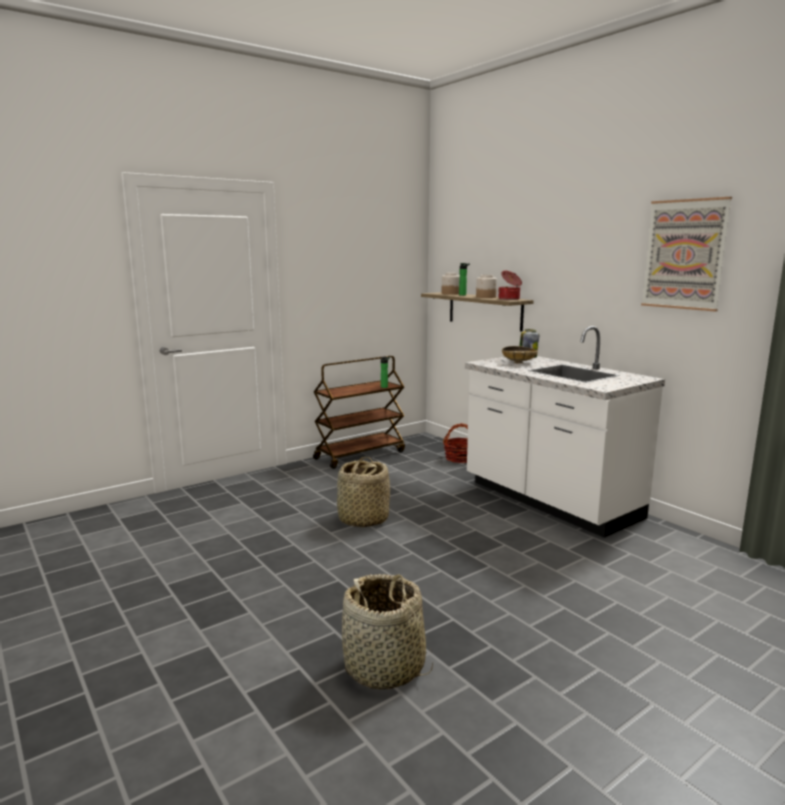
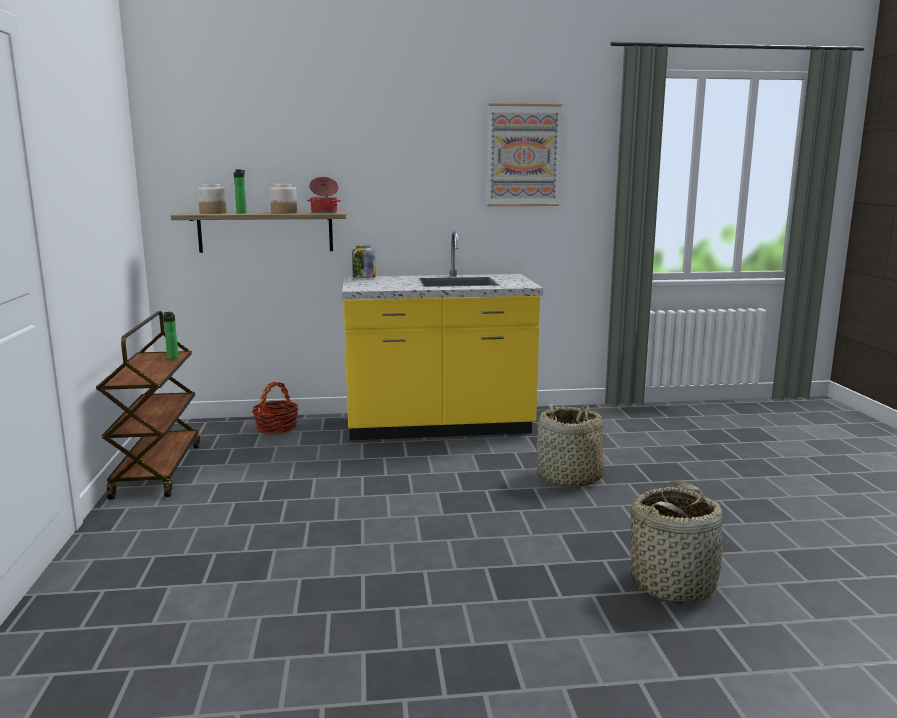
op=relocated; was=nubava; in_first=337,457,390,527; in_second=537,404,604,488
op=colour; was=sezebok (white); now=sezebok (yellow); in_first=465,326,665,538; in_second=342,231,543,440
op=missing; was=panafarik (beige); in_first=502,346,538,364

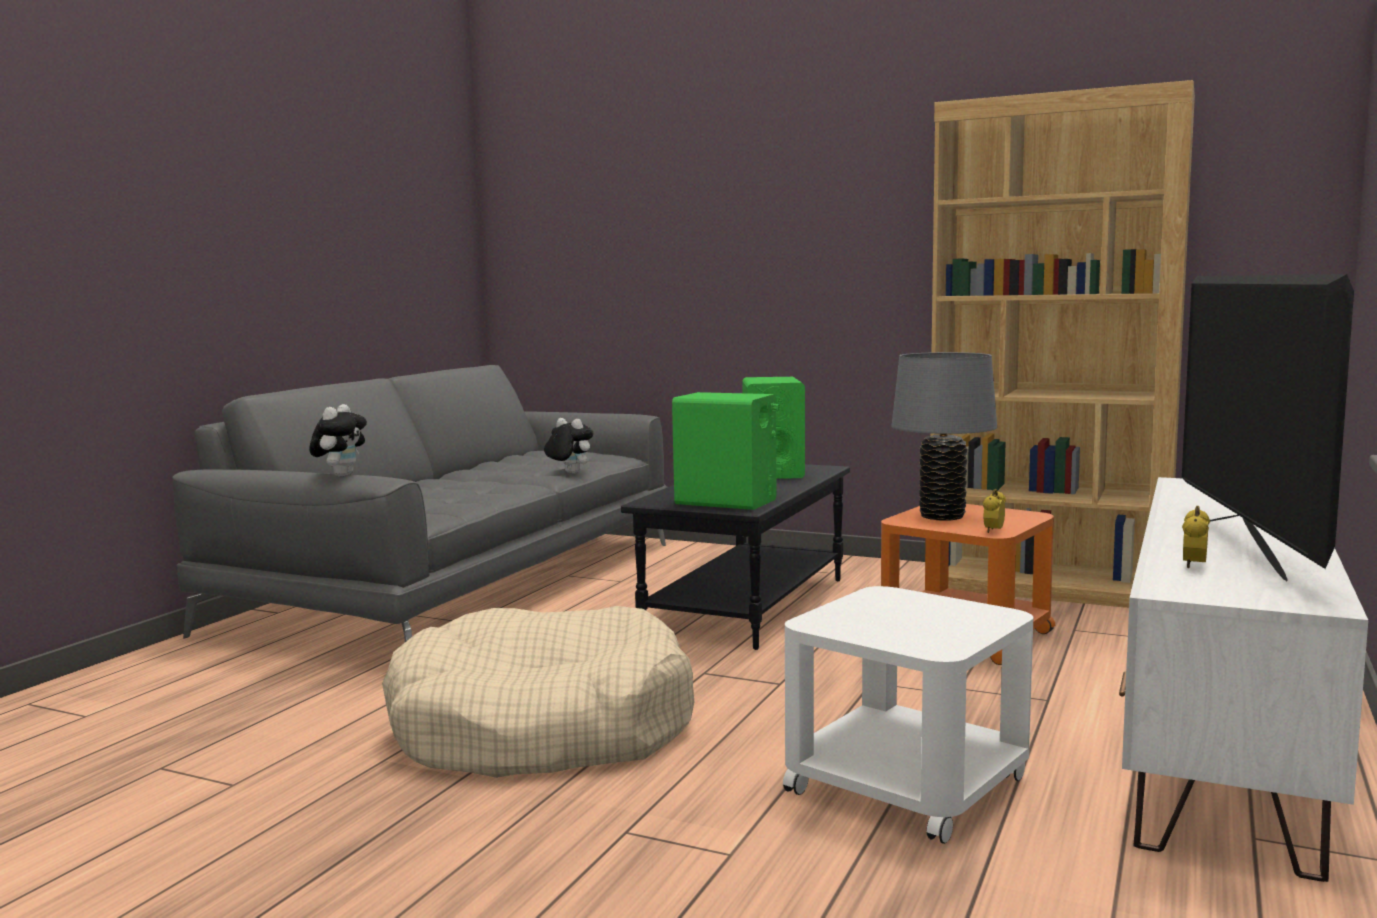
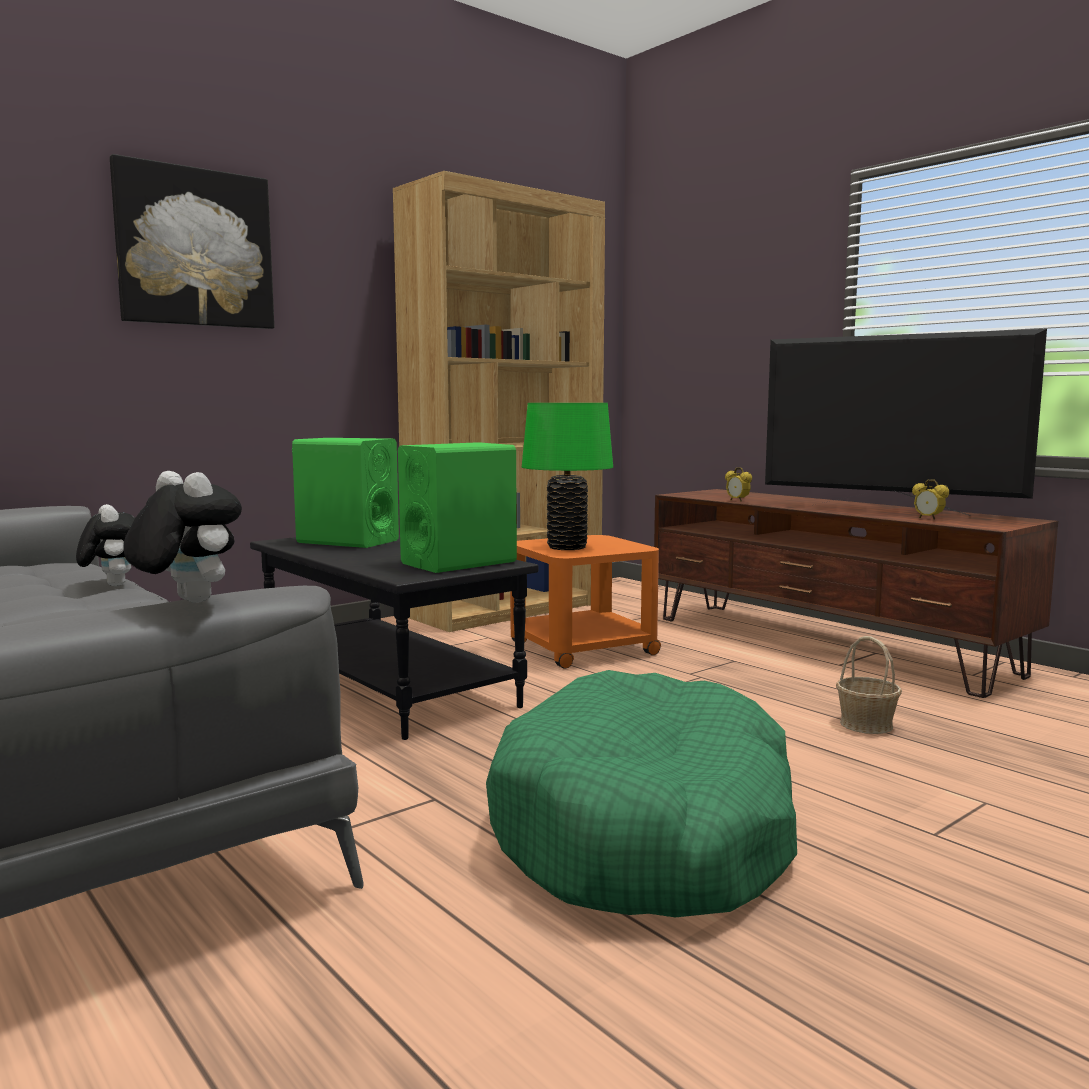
op=colour; was=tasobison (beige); now=tasobison (green); in_first=382,606,694,778; in_second=486,670,797,917
op=spun; was=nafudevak; in_first=544,418,593,474; in_second=76,504,135,586; clockwise=90
op=exchanged; was=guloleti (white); now=nubava; in_first=783,586,1033,844; in_second=836,636,902,734
op=colour; was=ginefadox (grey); now=ginefadox (green); in_first=891,352,997,521; in_second=522,403,613,550
op=relocated; was=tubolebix; in_first=983,489,1006,533; in_second=725,467,752,501
op=colour; was=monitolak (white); now=monitolak (brown); in_first=1119,477,1368,882; in_second=654,489,1058,698
op=appeared; now=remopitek; in_second=110,154,274,329

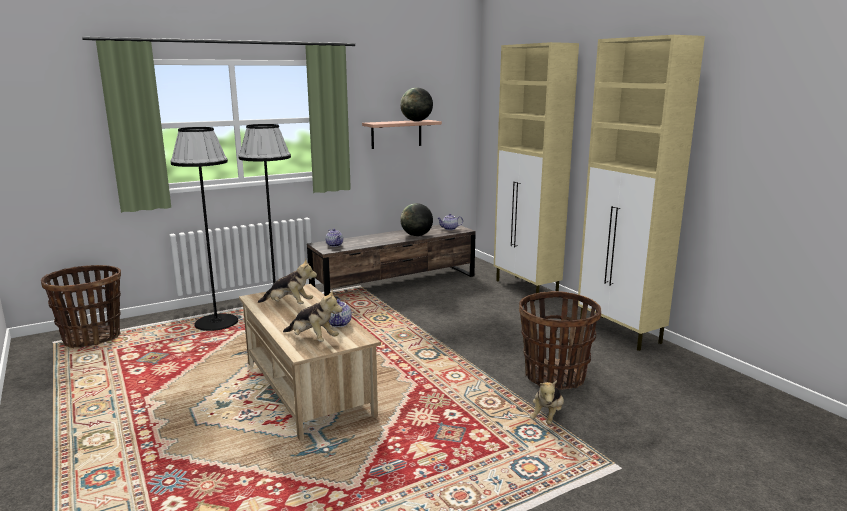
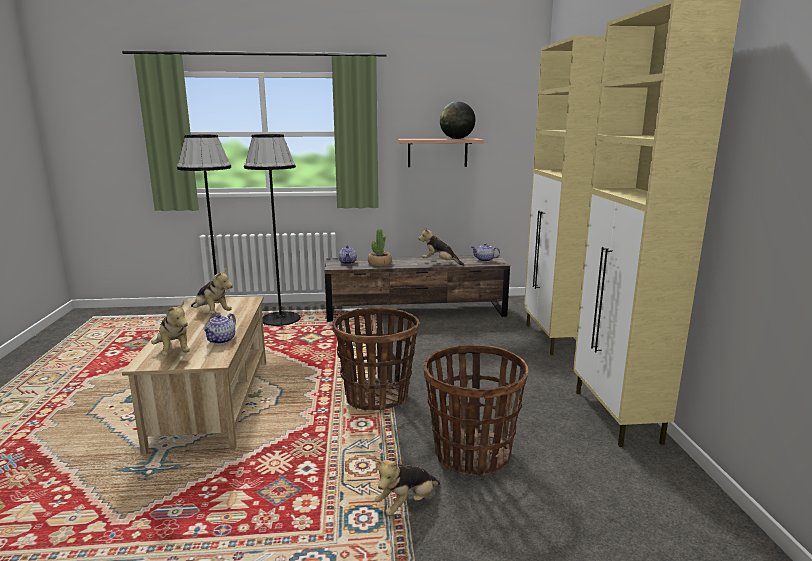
op=relocated; was=nubava; in_first=41,265,121,348; in_second=333,307,419,411
op=exchanged; was=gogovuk; now=nafudevak; in_first=400,203,433,236; in_second=419,227,464,266
op=appeared; now=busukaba; in_second=368,229,392,266

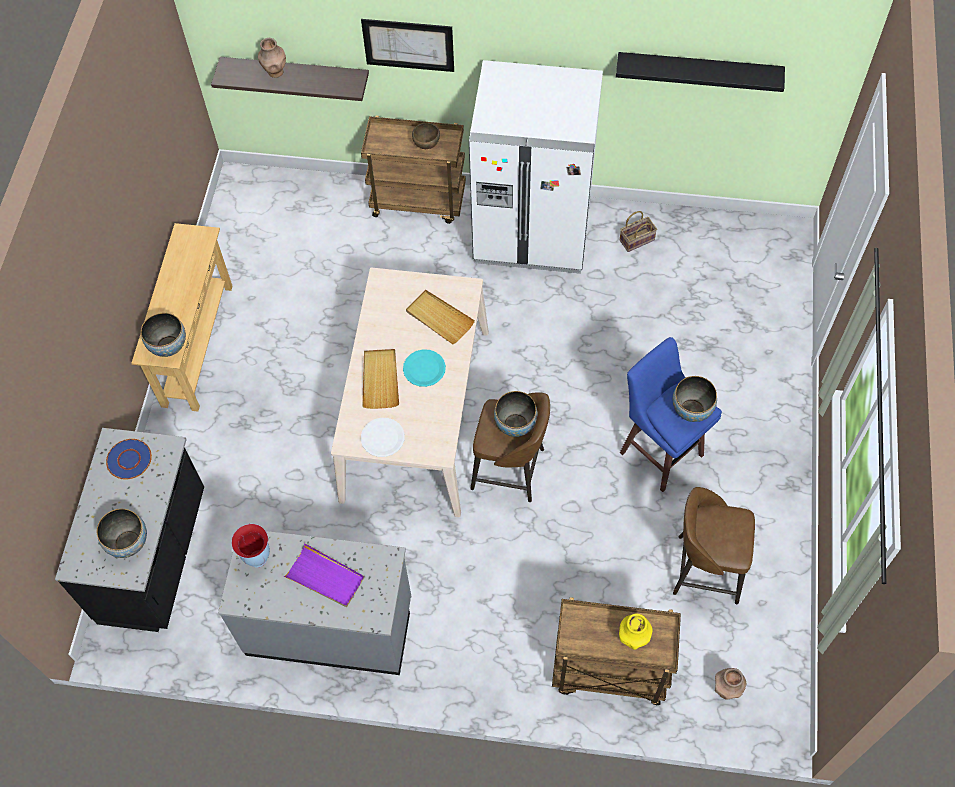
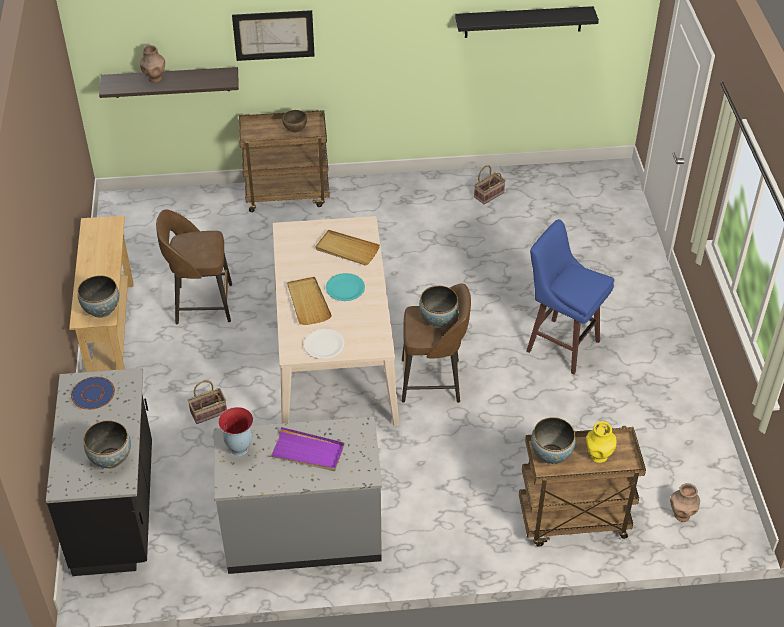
op=missing; was=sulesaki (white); in_first=469,60,603,274
op=relocated; was=panafarik; in_first=672,376,717,422; in_second=531,417,576,464
op=relocated; was=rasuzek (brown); in_first=673,487,755,605; in_second=156,209,232,325
op=appeared; now=nubava; in_second=188,381,227,424

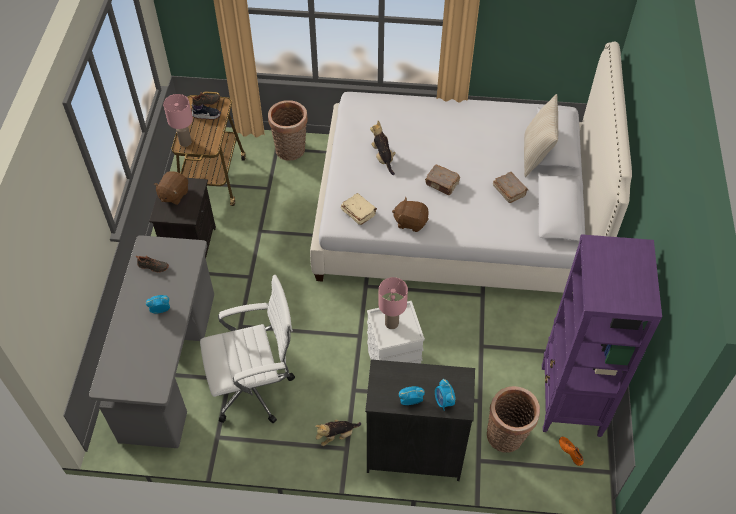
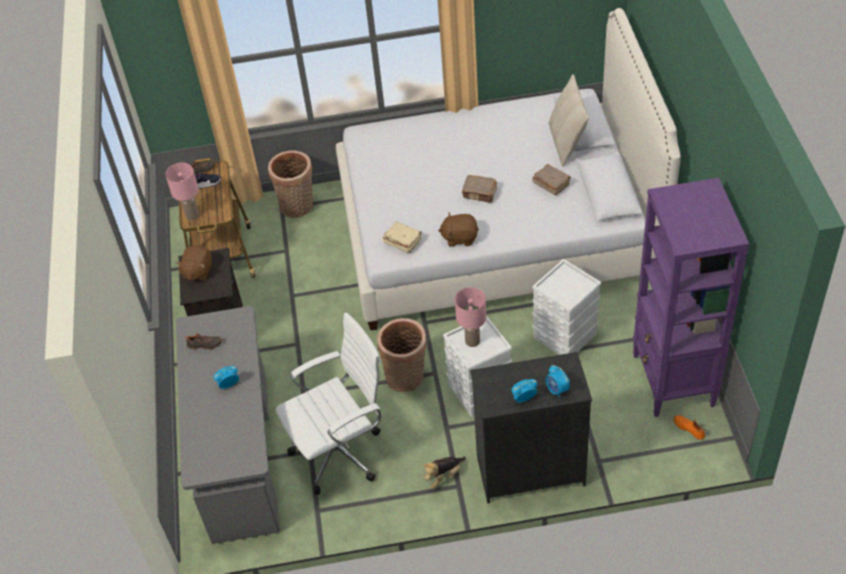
op=missing; was=nafudevak; in_first=370,121,396,175
op=relocated; was=nubava; in_first=487,386,540,453; in_second=377,318,427,393
op=appeared; now=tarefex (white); in_second=532,259,601,355

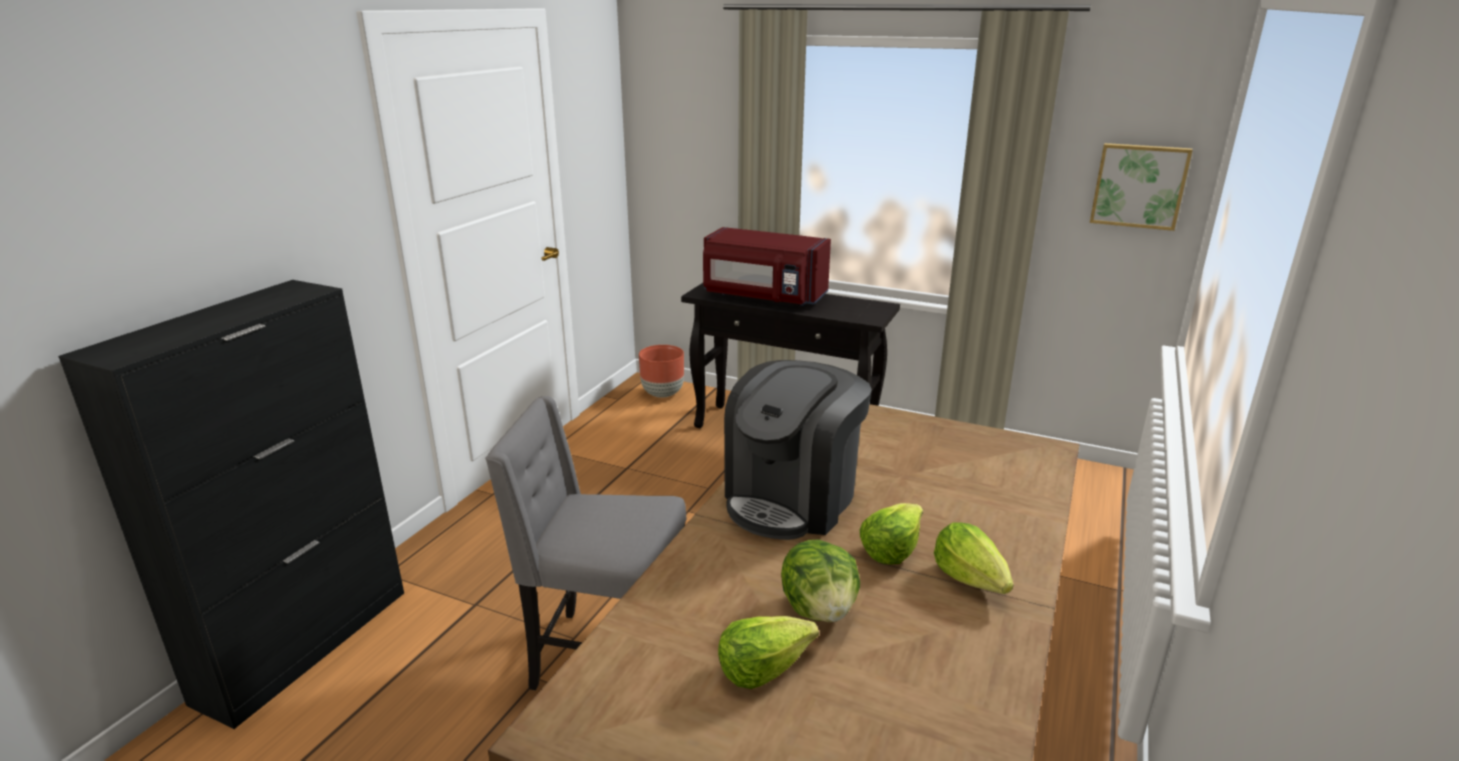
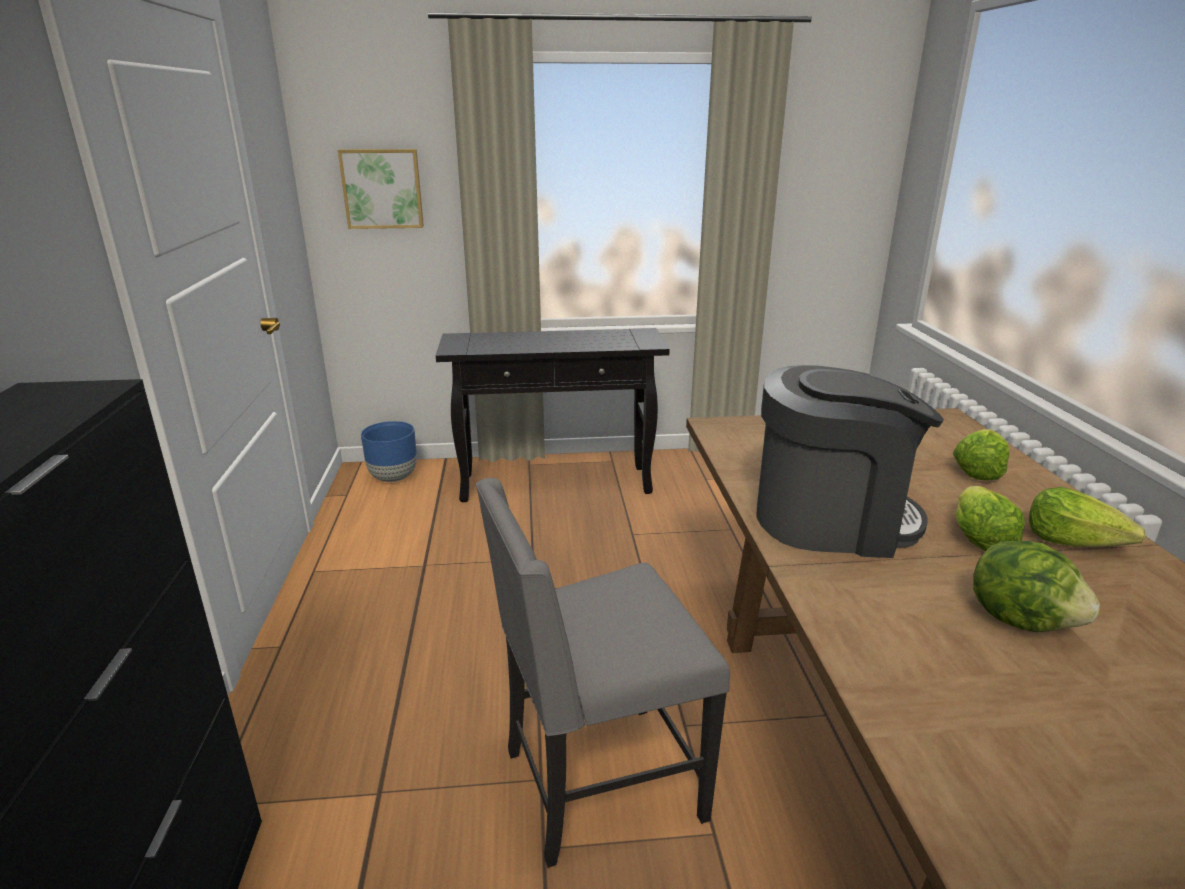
op=colour; was=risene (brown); now=risene (blue); in_first=639,345,684,398; in_second=361,421,417,482
op=missing; was=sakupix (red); in_first=703,227,831,306
op=relocated; was=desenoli; in_first=718,616,819,689; in_second=953,429,1009,480
op=spun; was=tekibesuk; in_first=724,360,872,540; in_second=757,365,944,558; clockwise=-90
op=relocated; was=remopitek; in_first=1090,143,1193,231; in_second=338,149,424,229

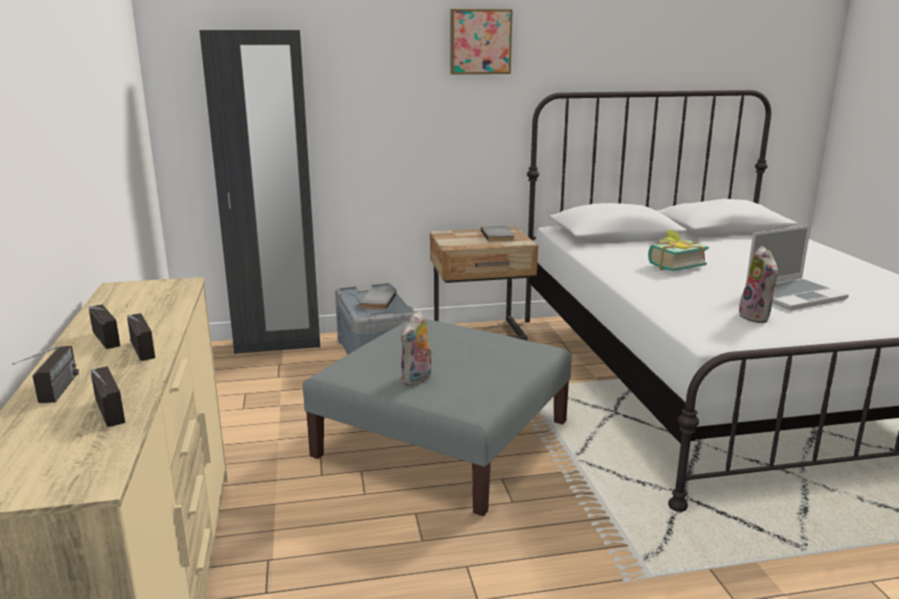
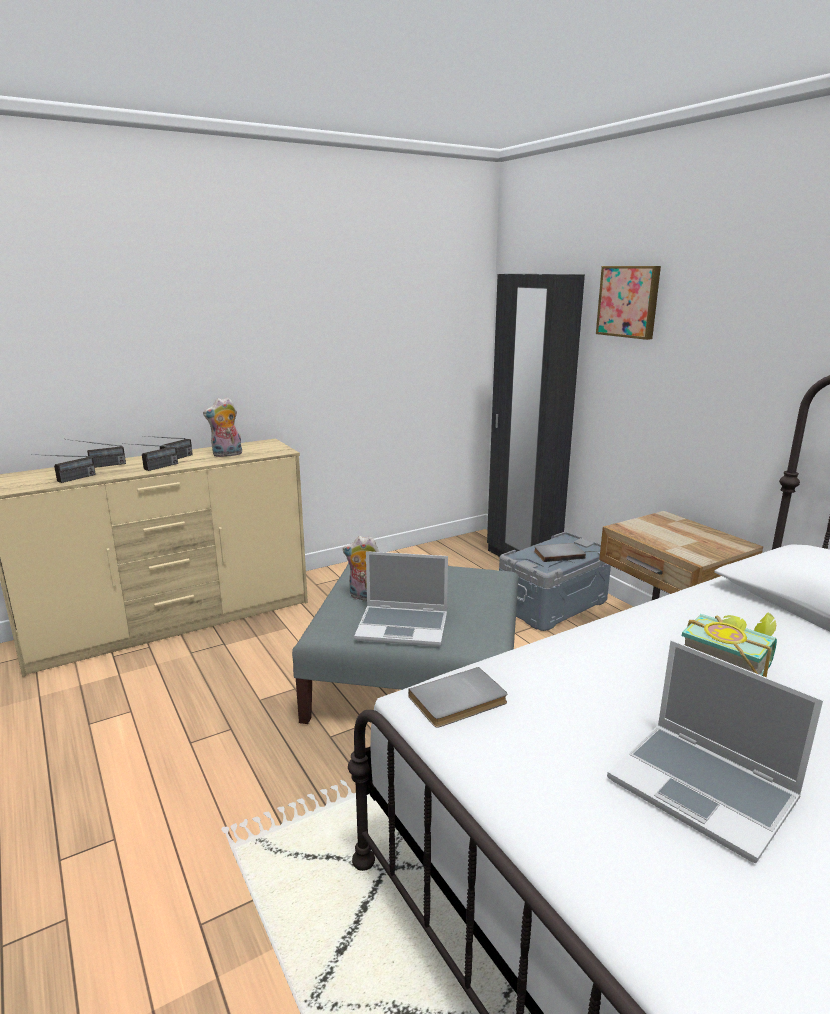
op=relocated; was=remopitek; in_first=451,9,513,74; in_second=596,266,661,340
op=relocated; was=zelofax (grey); in_first=481,226,515,242; in_second=408,667,507,728
op=relocated; was=nafudevak; in_first=739,246,778,323; in_second=203,397,242,457
op=appeared; now=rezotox; in_second=354,551,448,647

